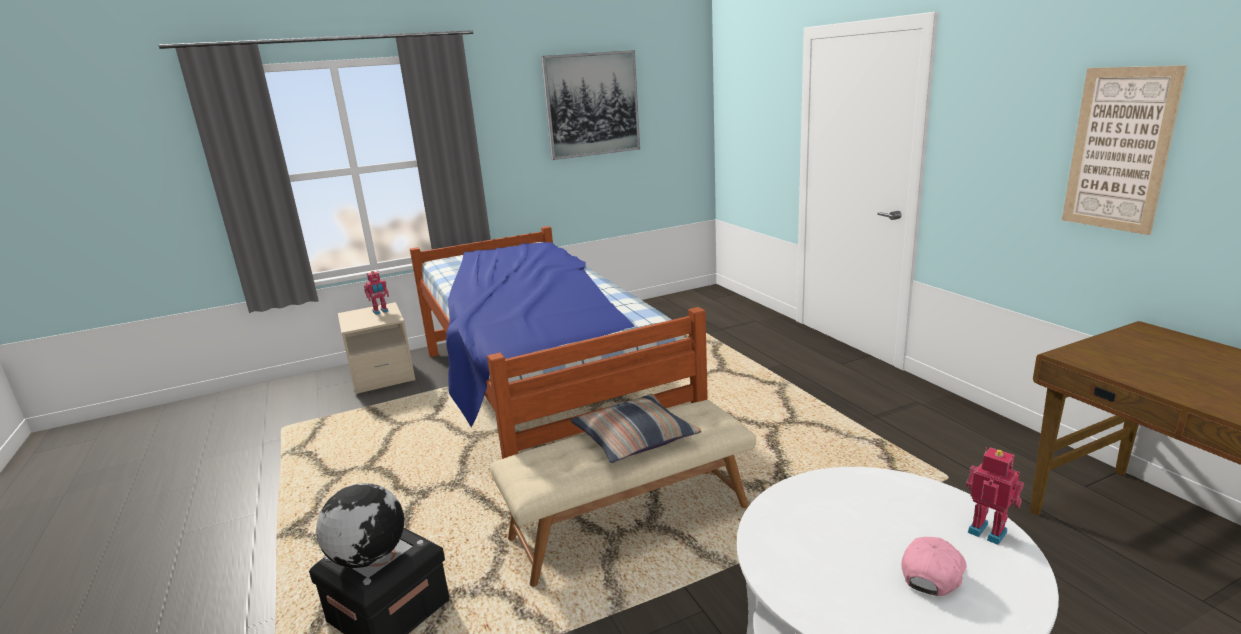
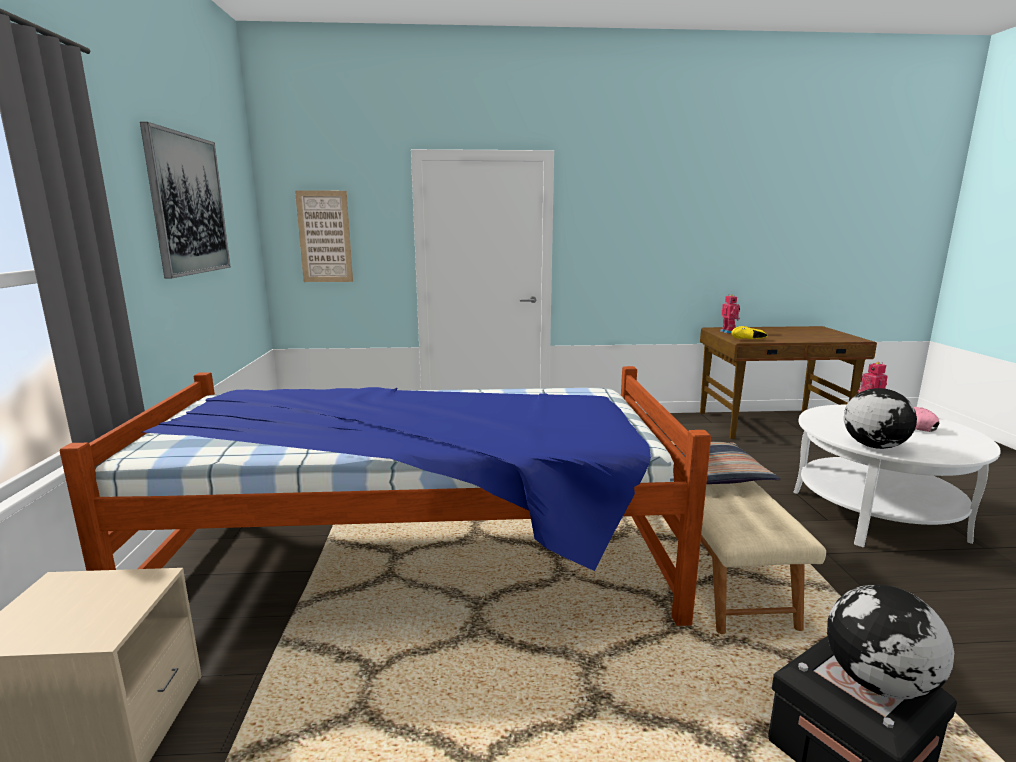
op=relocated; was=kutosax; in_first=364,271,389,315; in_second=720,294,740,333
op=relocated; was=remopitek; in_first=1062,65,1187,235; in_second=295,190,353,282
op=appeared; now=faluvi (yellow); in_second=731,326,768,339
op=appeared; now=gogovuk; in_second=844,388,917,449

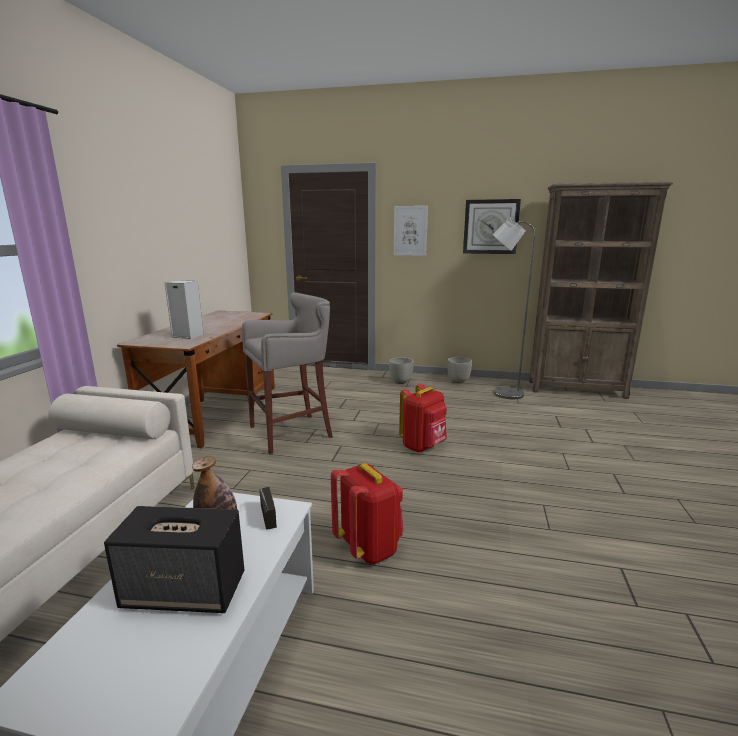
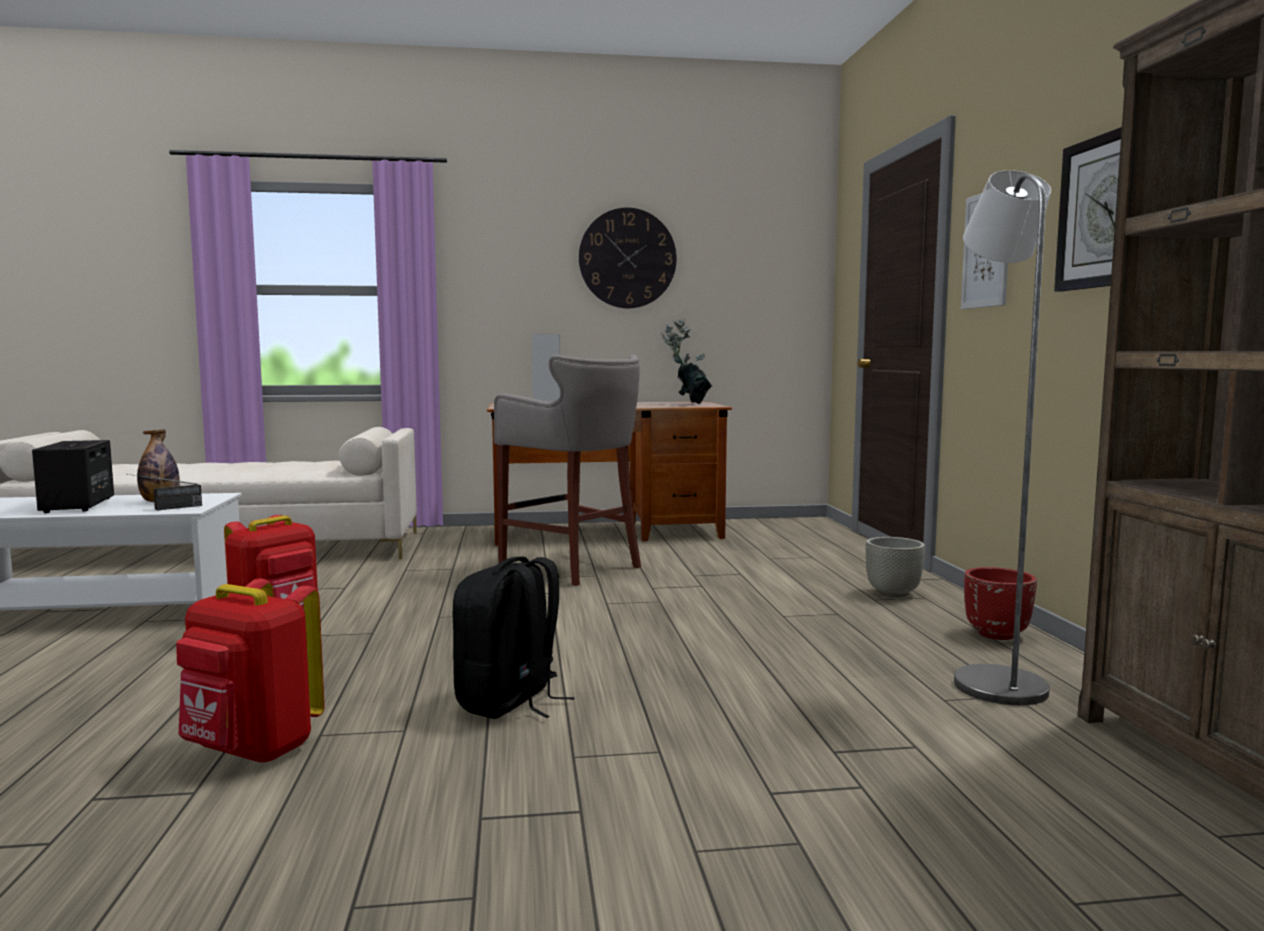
op=relocated; was=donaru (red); in_first=399,384,447,453; in_second=176,579,325,763
op=colour; was=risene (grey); now=risene (red); in_first=447,357,472,383; in_second=964,567,1037,640
op=appeared; now=donaru (black); in_second=453,556,575,719
op=appeared; now=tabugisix; in_second=579,208,677,308
op=appeared; now=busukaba; in_second=661,318,713,404

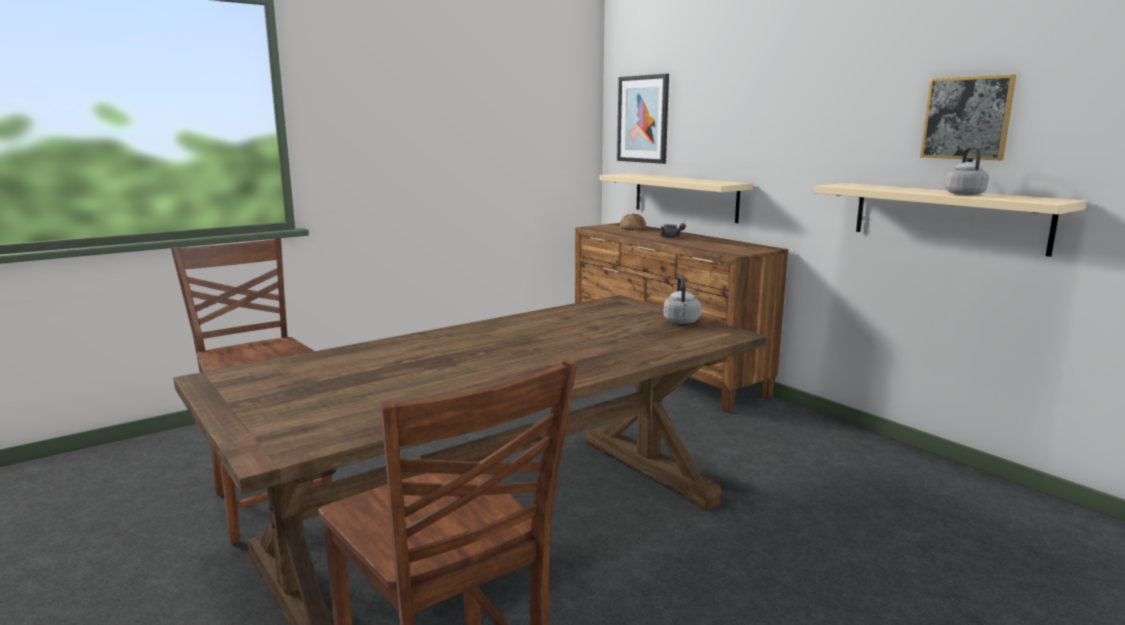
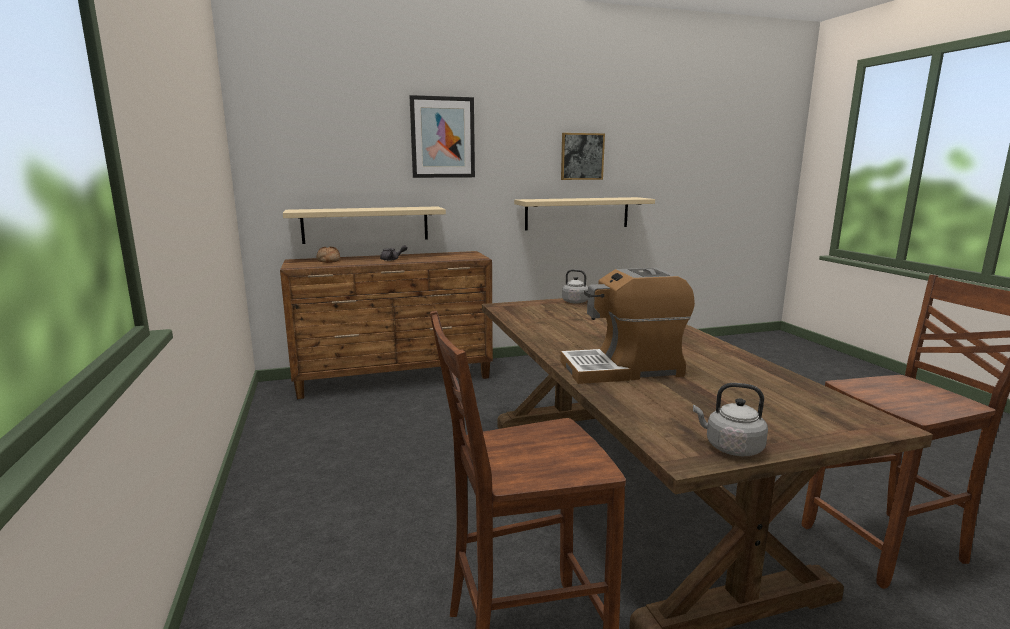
op=relocated; was=remopitek; in_first=617,74,669,164; in_second=410,95,475,178
op=relocated; was=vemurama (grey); in_first=945,147,989,195; in_second=693,383,768,456
op=appeared; now=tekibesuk; in_second=560,268,695,384

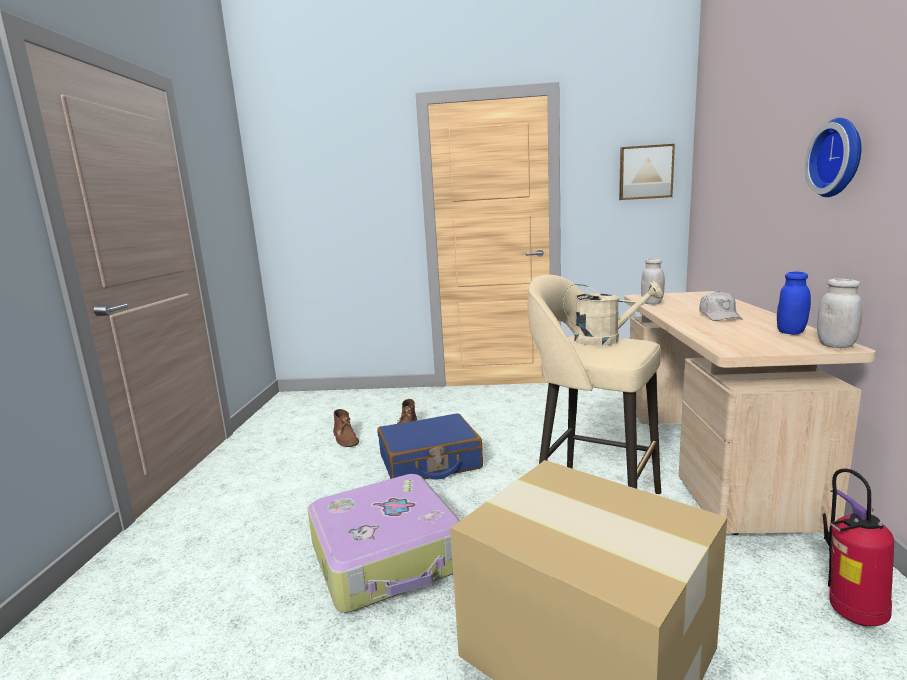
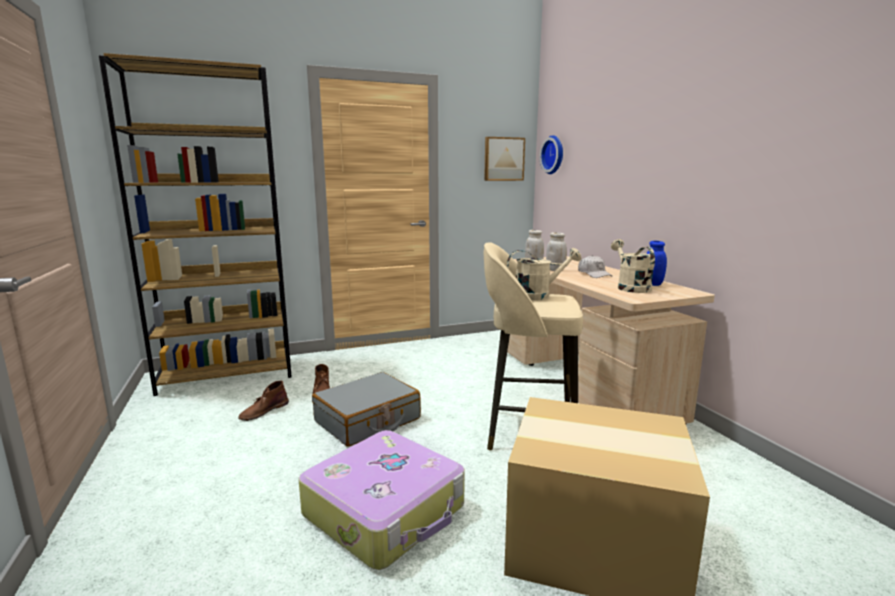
op=spun; was=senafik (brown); in_first=333,409,359,447; in_second=238,381,289,421; clockwise=90
op=colour; was=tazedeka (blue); now=tazedeka (grey); in_first=377,414,483,480; in_second=312,372,421,446
op=relocated; was=tabugisix; in_first=805,118,861,197; in_second=539,135,563,174
op=relocated; was=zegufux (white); in_first=817,278,863,348; in_second=546,232,567,271
op=missing; was=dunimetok; in_first=822,469,894,626
op=appeared; now=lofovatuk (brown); in_second=99,53,292,396
op=appeared; now=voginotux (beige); in_second=611,239,655,293

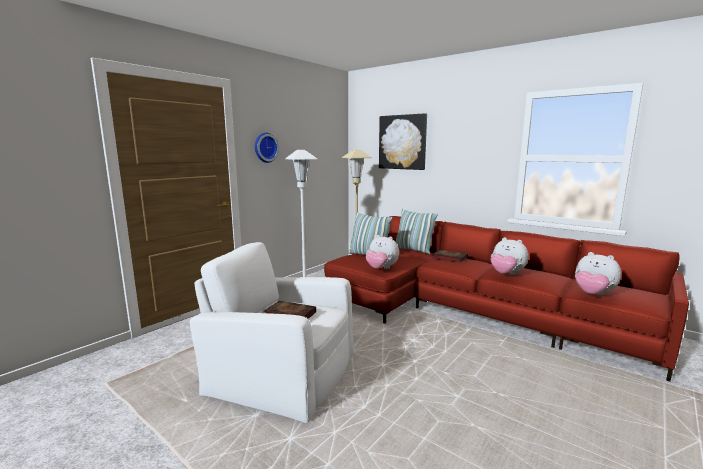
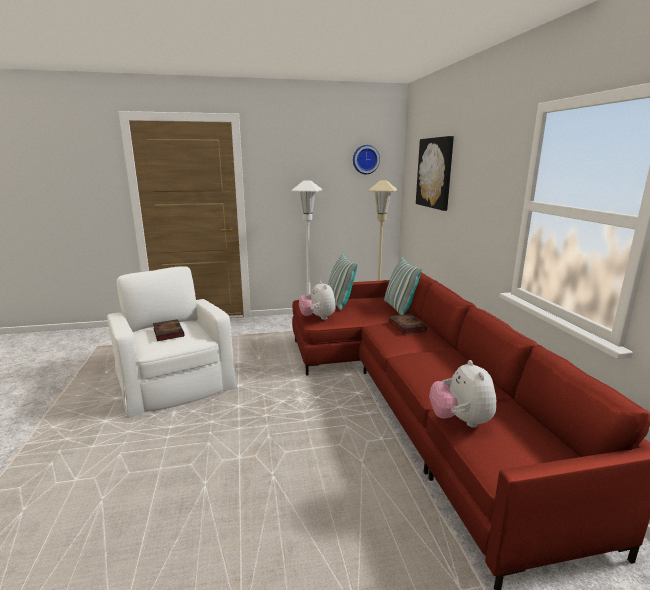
op=relocated; was=tabugisix; in_first=255,133,279,163; in_second=353,145,380,174
op=missing; was=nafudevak; in_first=491,237,529,275

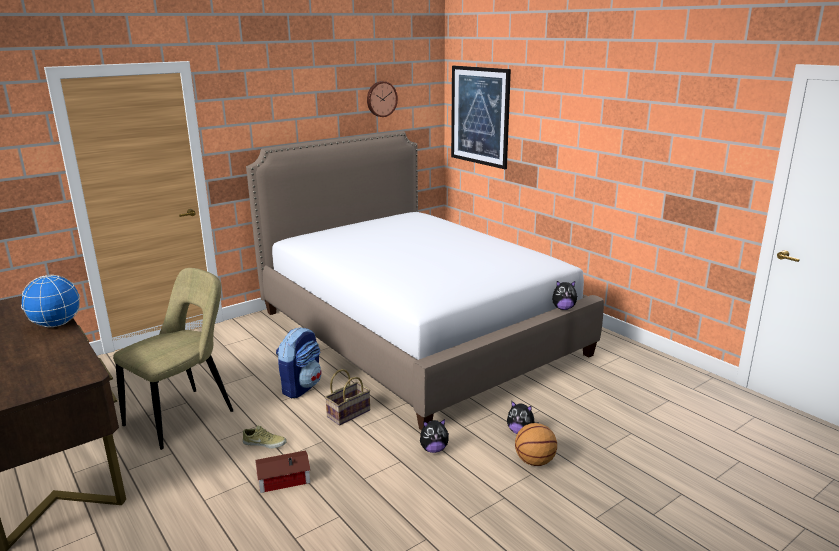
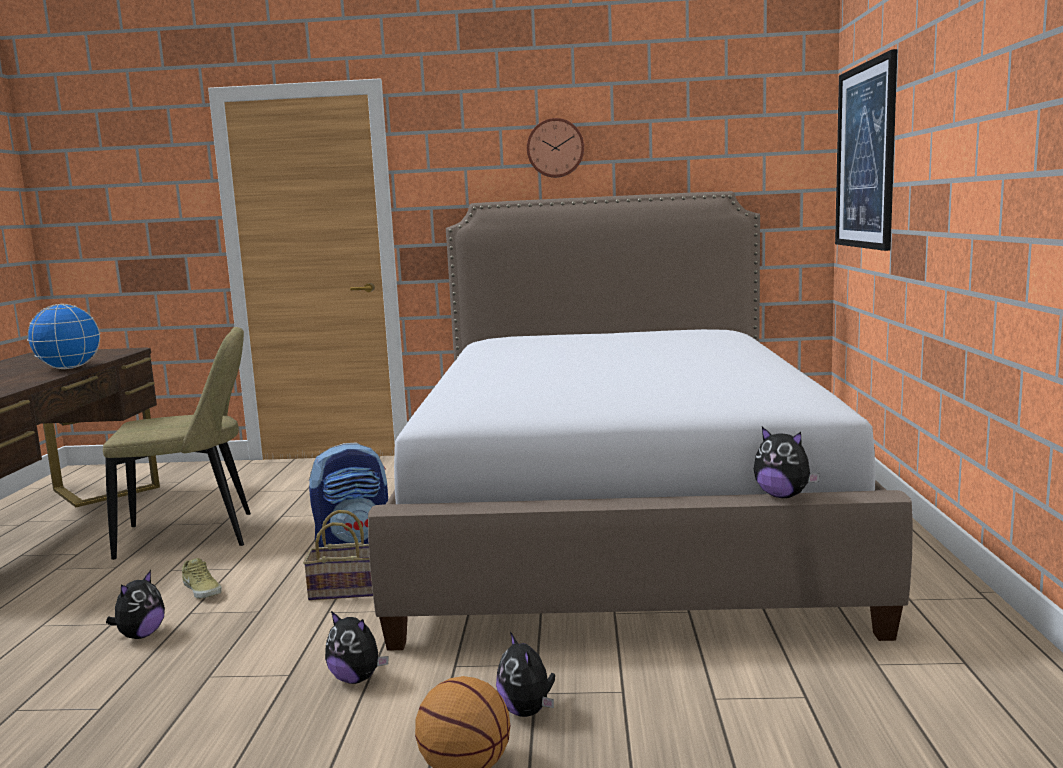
op=exchanged; was=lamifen; now=nafudevak; in_first=255,450,311,493; in_second=106,570,165,639
op=relocated; was=tabugisix; in_first=367,81,398,117; in_second=527,118,584,178

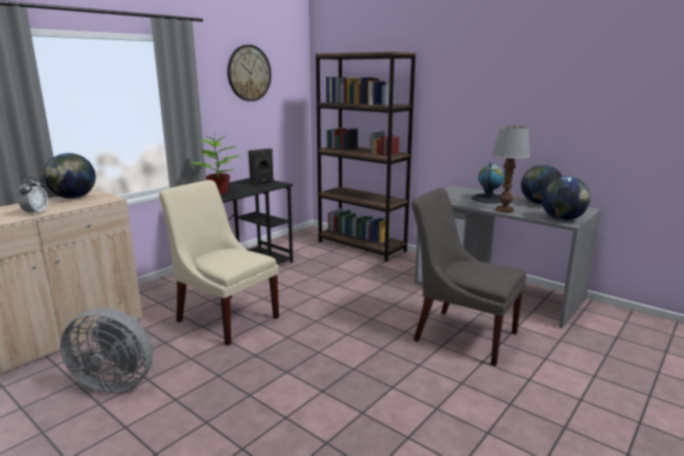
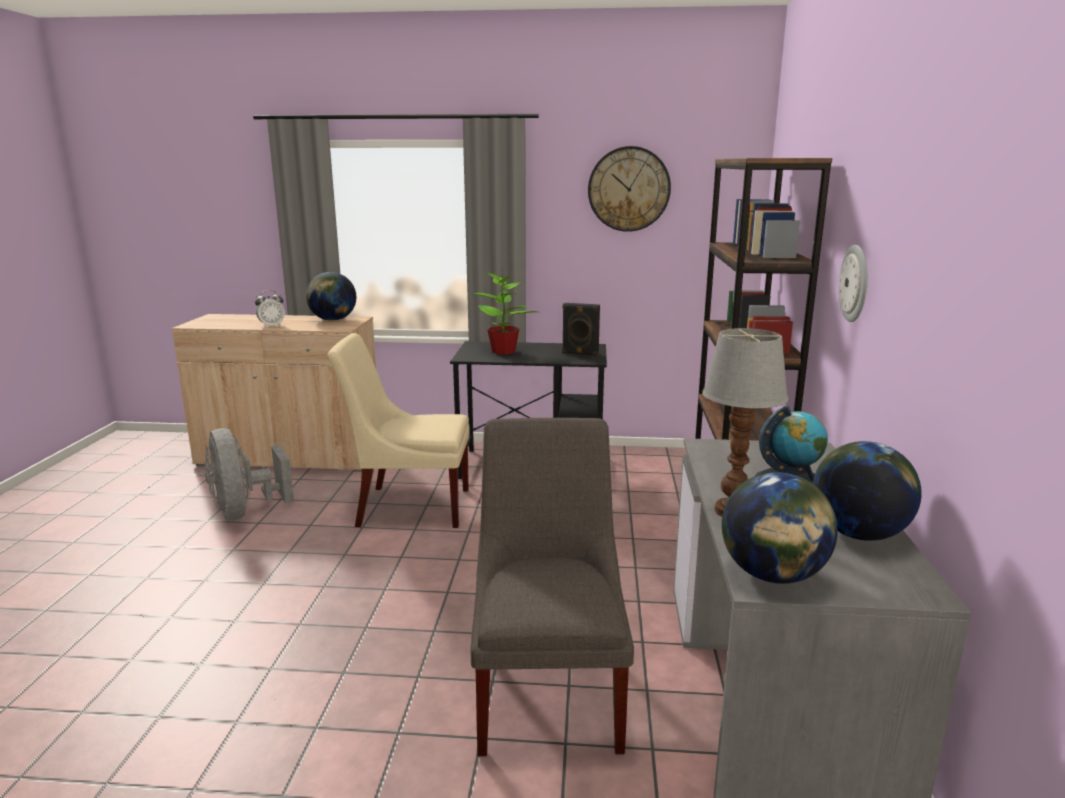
op=spun; was=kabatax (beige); in_first=159,180,279,346; in_second=328,333,470,528; clockwise=-90
op=appeared; now=tabugisix; in_second=839,245,868,322

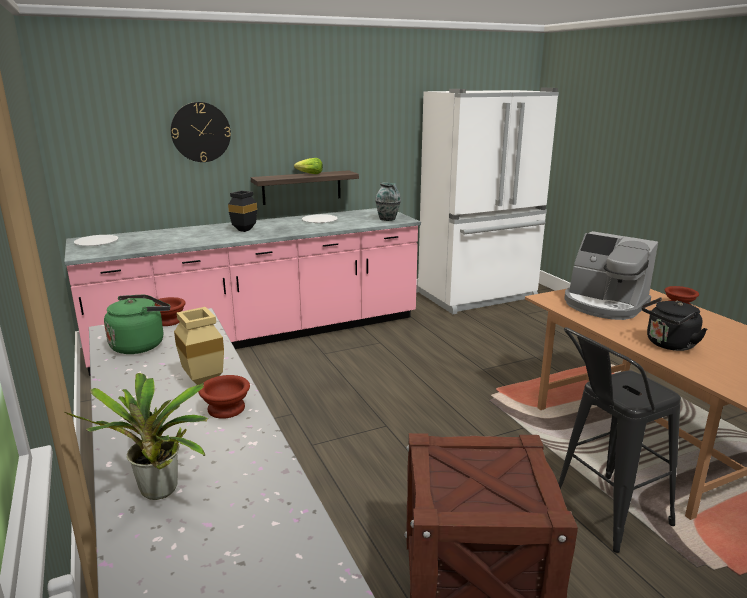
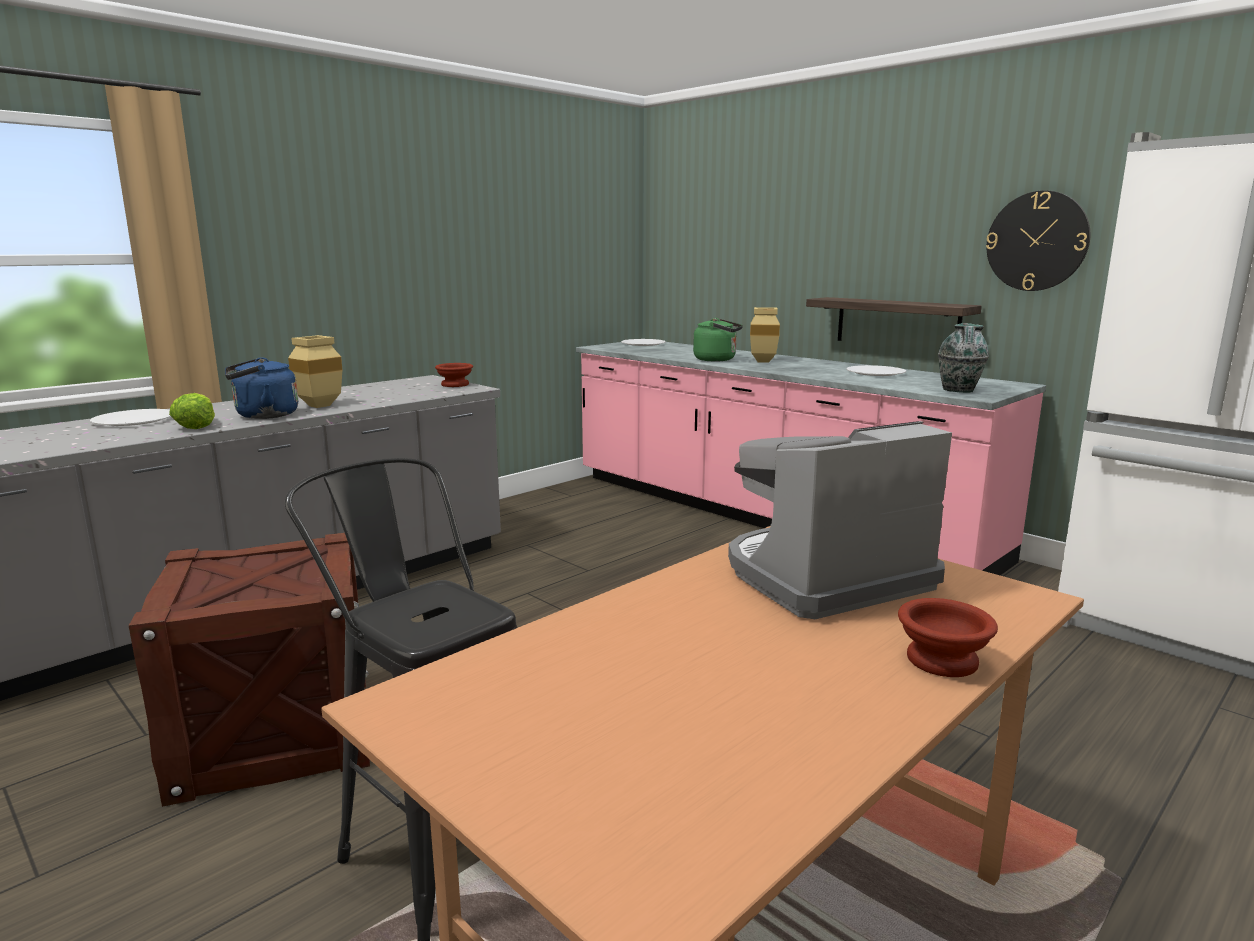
op=exchanged; was=busukaba; now=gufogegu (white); in_first=64,373,208,500; in_second=90,409,171,426
op=relocated; was=vemurama (green); in_first=104,295,170,354; in_second=693,318,743,361
op=relocated; was=tabugisix; in_first=171,102,231,162; in_second=986,191,1090,291
op=exchanged; was=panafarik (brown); now=vemurama (blue); in_first=199,375,250,419; in_second=225,357,298,419
op=colour; was=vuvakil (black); now=vuvakil (beige); in_first=228,190,257,232; in_second=750,307,780,363
op=relocated; was=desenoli; in_first=294,158,323,174; in_second=169,393,215,429
op=spun; was=tekibesuk; in_first=565,231,658,320; in_second=728,421,952,619; clockwise=45
op=missing; was=vemurama (black); in_first=641,297,707,351

